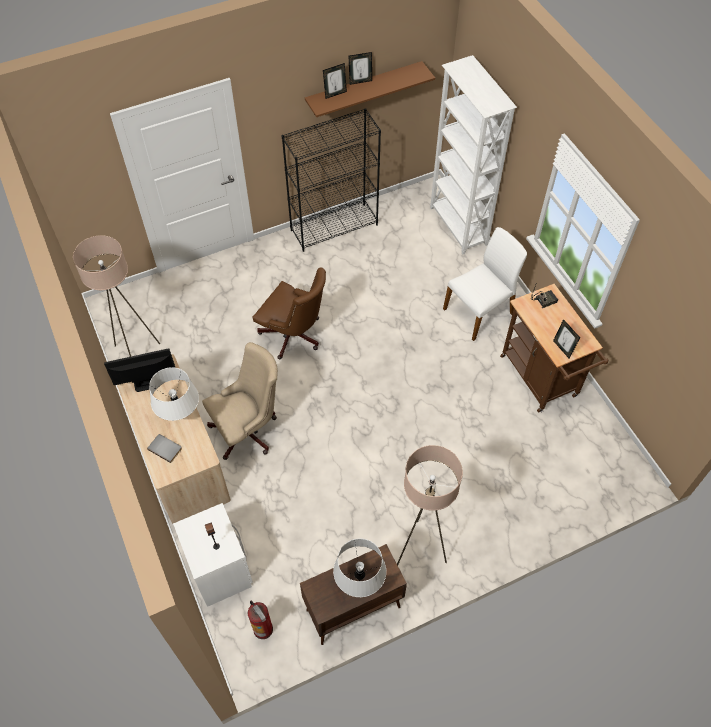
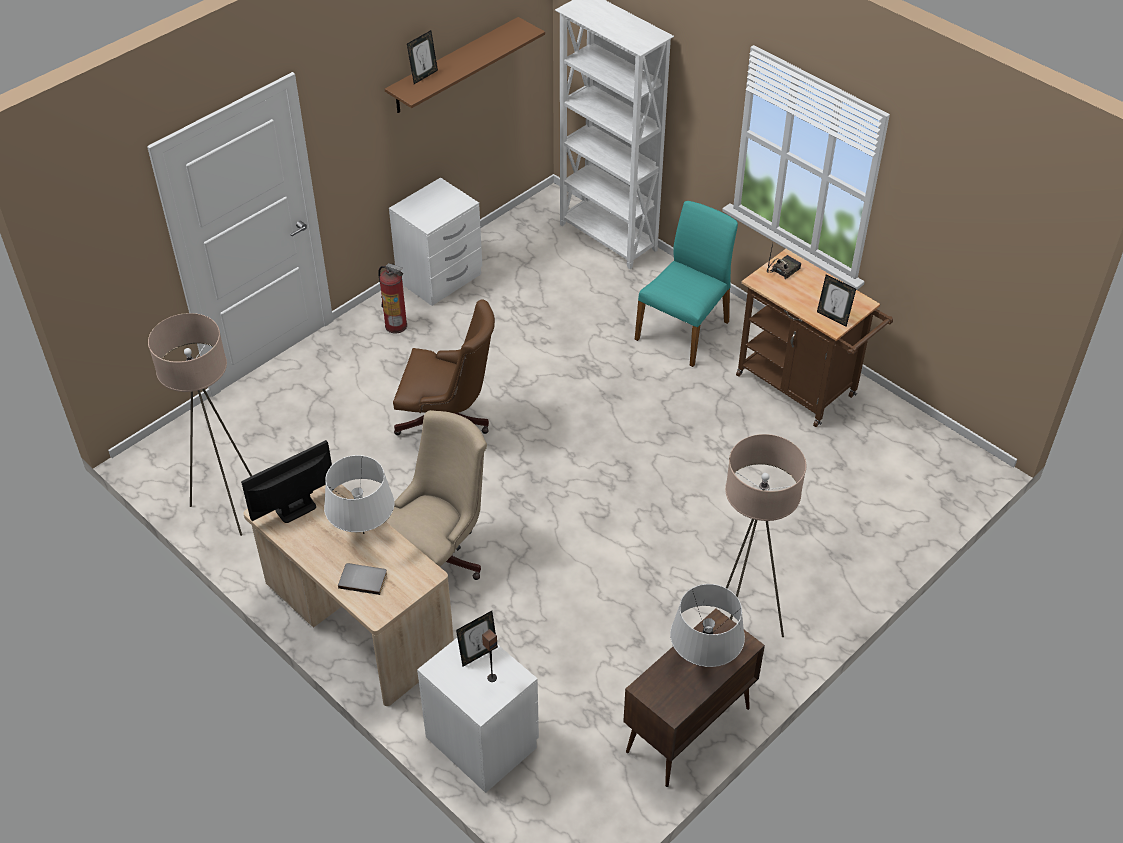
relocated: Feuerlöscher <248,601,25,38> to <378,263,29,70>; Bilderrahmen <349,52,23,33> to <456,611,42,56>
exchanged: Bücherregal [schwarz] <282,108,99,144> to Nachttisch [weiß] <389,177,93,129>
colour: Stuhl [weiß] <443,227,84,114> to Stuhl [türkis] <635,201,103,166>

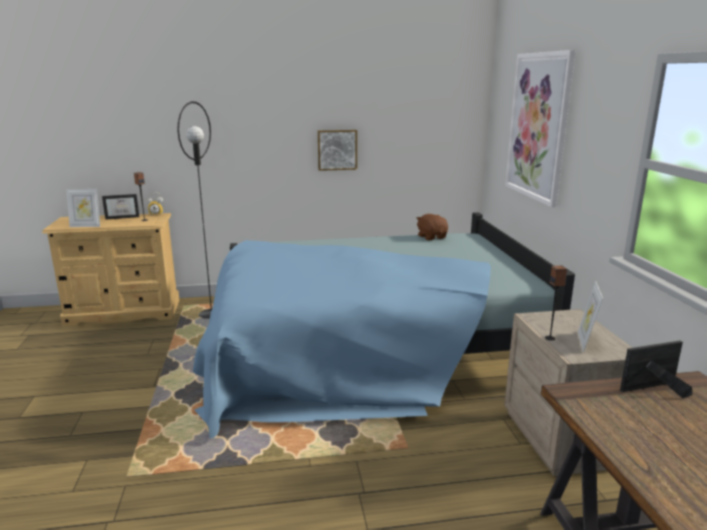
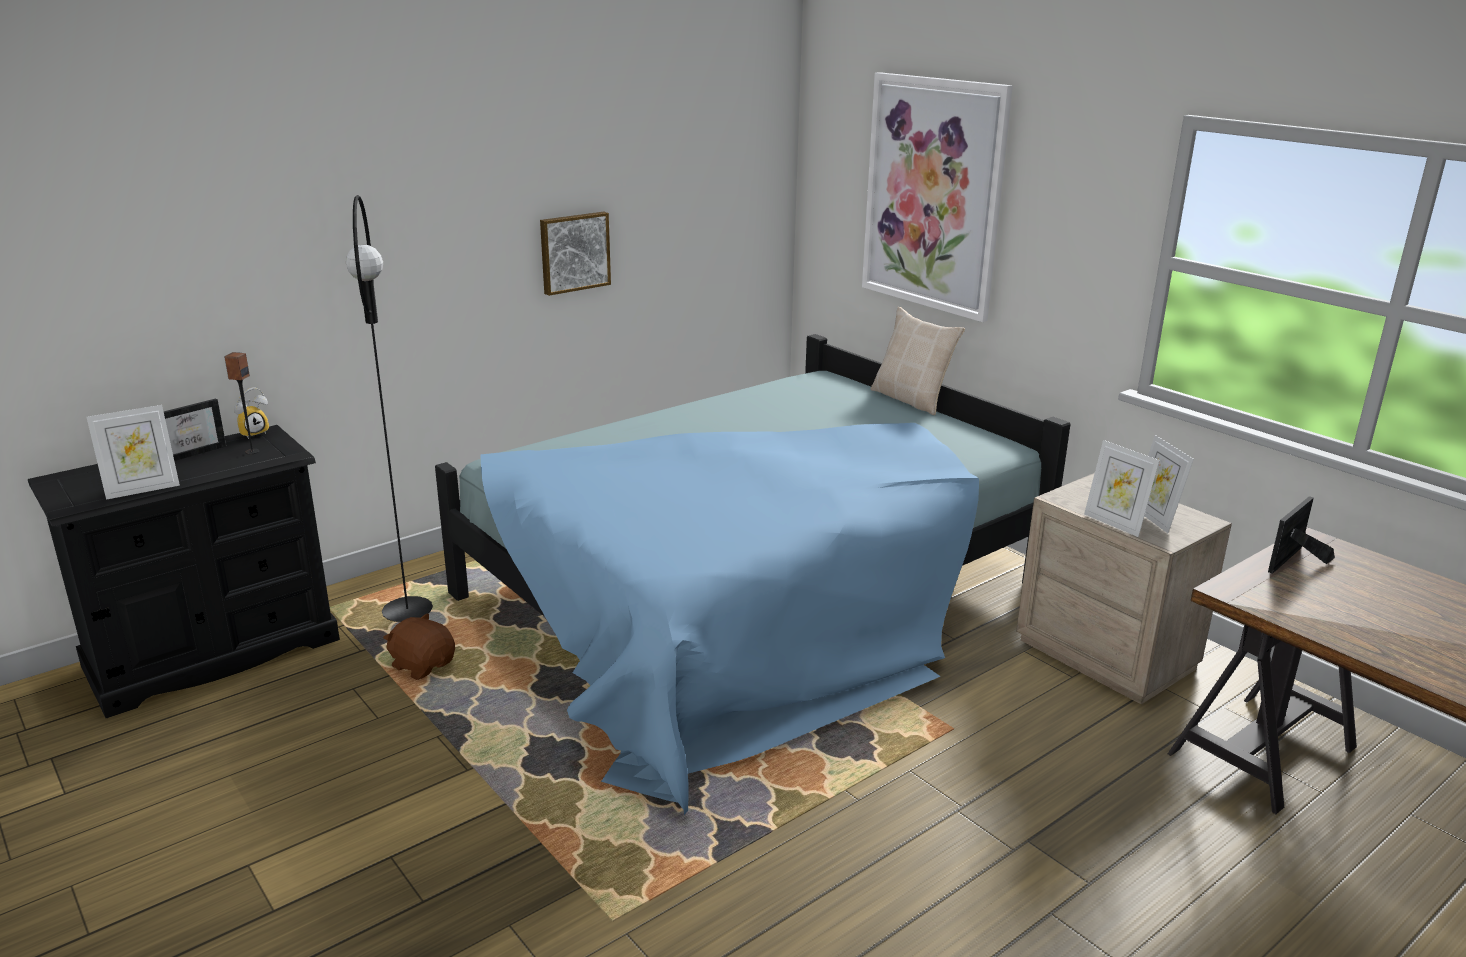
appeared: Kissen [beige] <870,307,95,108>
relocated: Plüschtier [braun] <416,214,32,26> to <383,613,72,67>
exchanged: Lautsprecher <545,265,22,76> to Bilderrahmen <1084,440,76,97>
colour: Kommode [beige] <42,213,137,113> to Kommode [schwarz] <28,425,312,293>

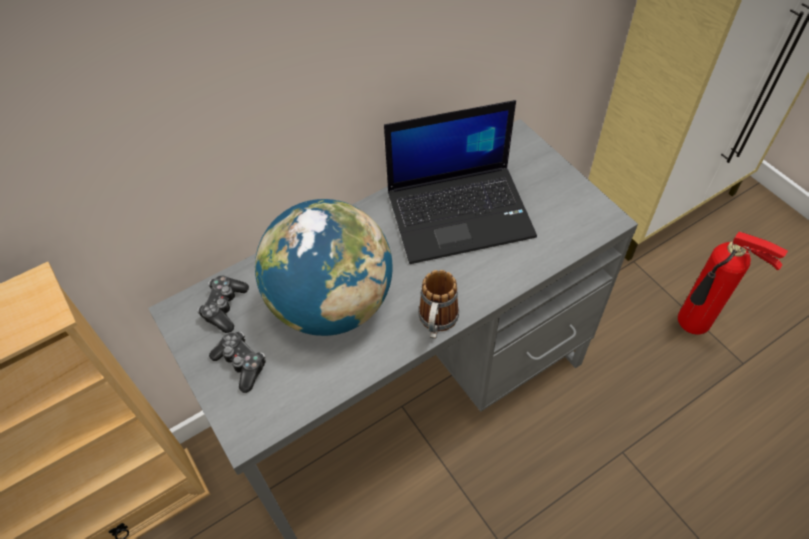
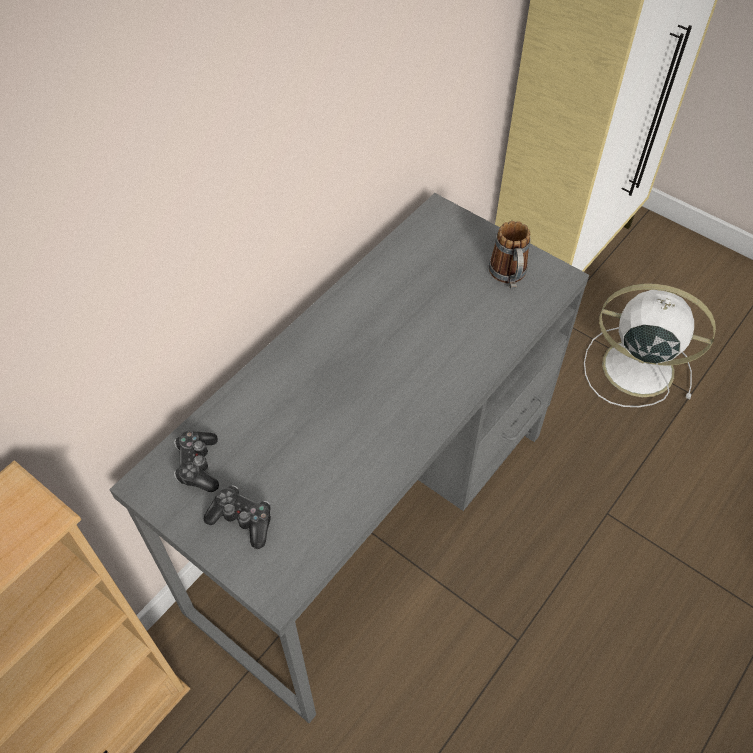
missing: Globus <255,199,138,137>; Laptop <384,100,153,164>
relocated: Henkelbecher <418,270,41,69> to <489,221,41,68>
exchanged: Feuerlöscher <678,231,110,104> to Ventilator [weiß] <584,284,132,123>

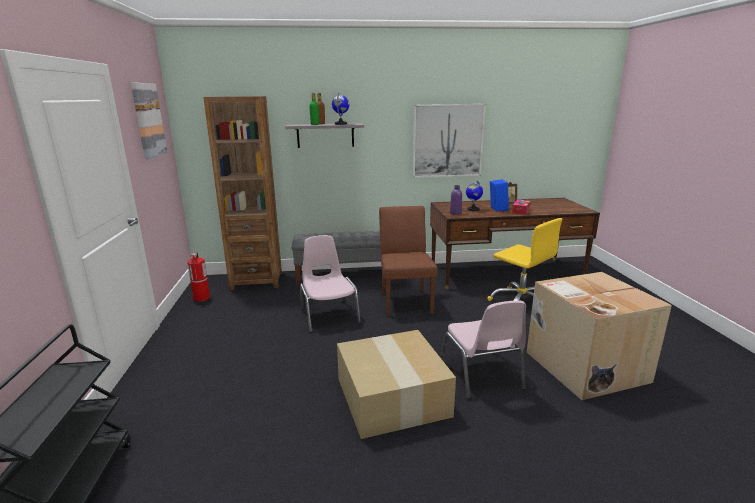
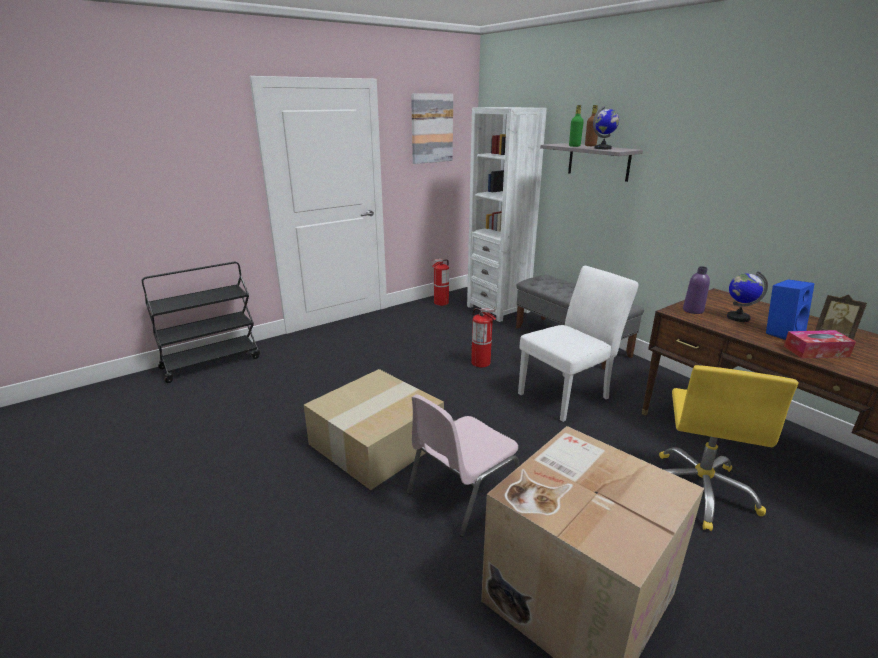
missing: Bild <413,104,73,74>
exchanged: Stuhl [rosa] <300,235,61,97> to Feuerlöscher <470,308,26,59>
colour: Bücherregal [braun] <203,96,79,194> to Bücherregal [weiß] <467,107,80,215>; Stuhl [braun] <379,206,58,110> to Stuhl [weiß] <518,266,120,156>

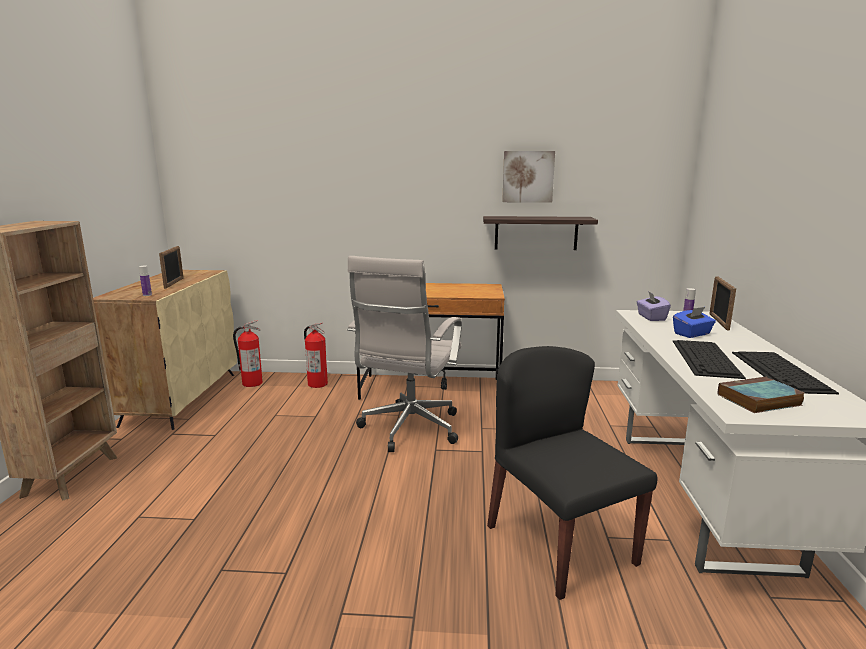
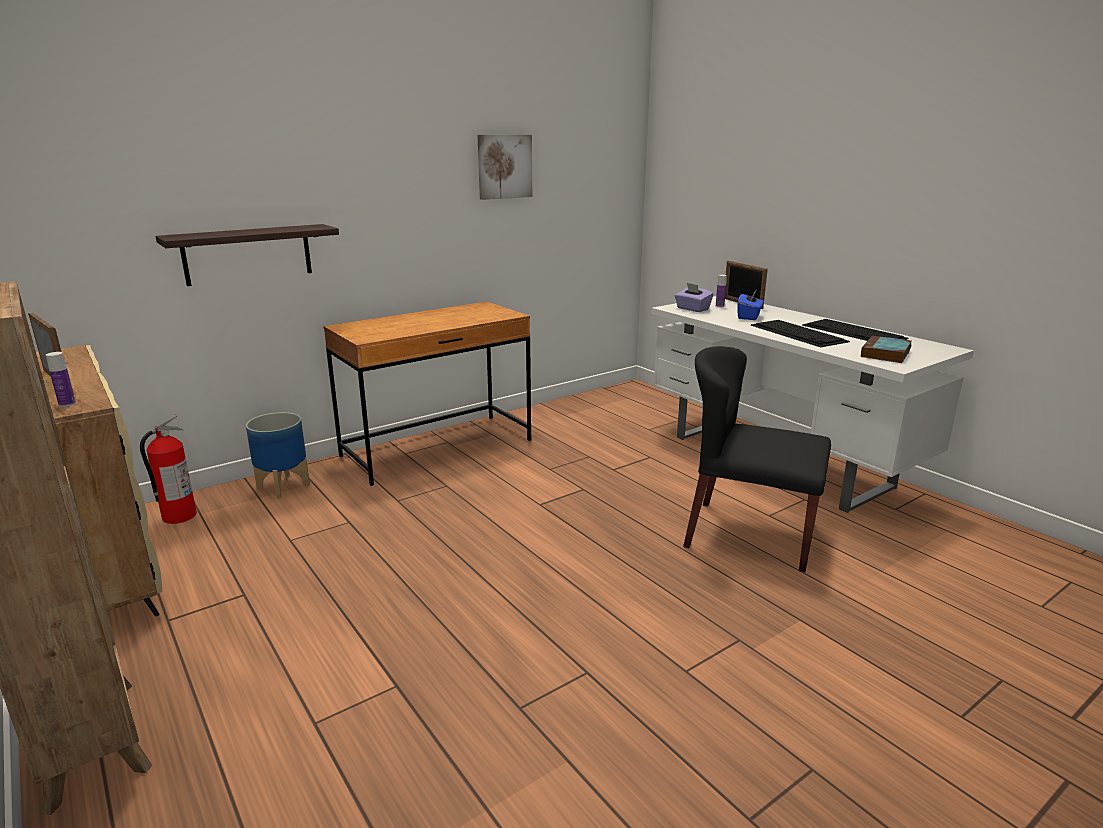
missing: Bürostuhl [weiß] <347,256,115,196>
relocated: Wandregal <483,216,115,34> to <155,224,184,62>
exchanged: Feuerlöscher <304,323,24,65> to Pflanzkübel <246,412,64,87>

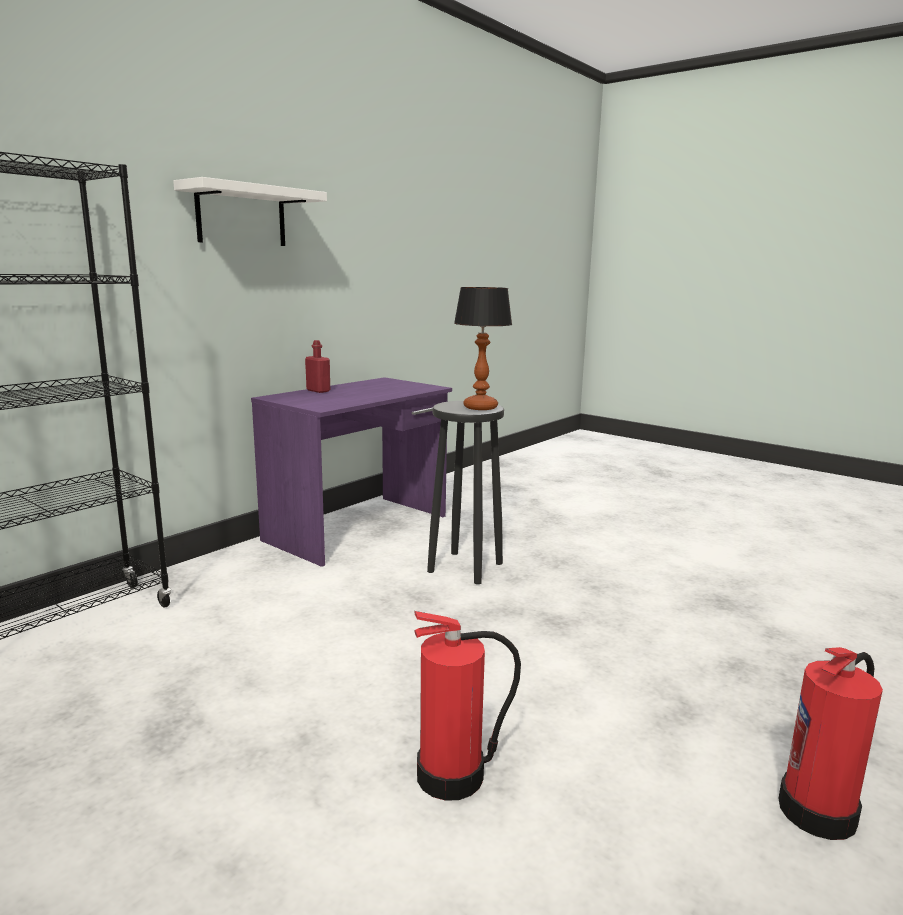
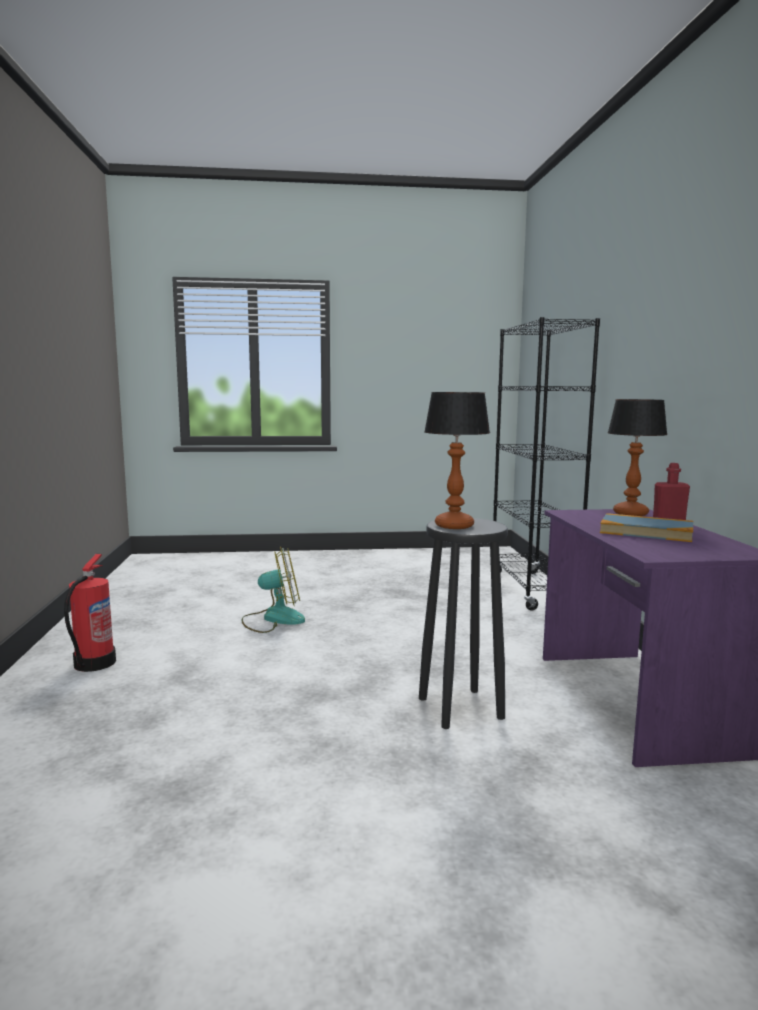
missing: Wandregal [weiß] <173,177,154,69>
appeared: Buch <600,513,93,29>; Tischlampe <608,399,60,117>
exchanged: Feuerlöscher <414,611,107,190> to Ventilator <241,546,64,87>

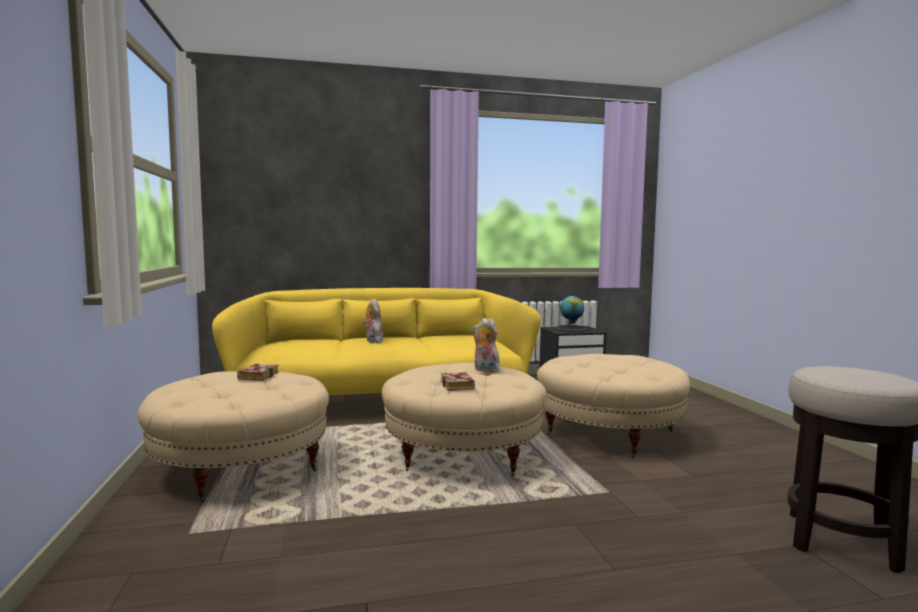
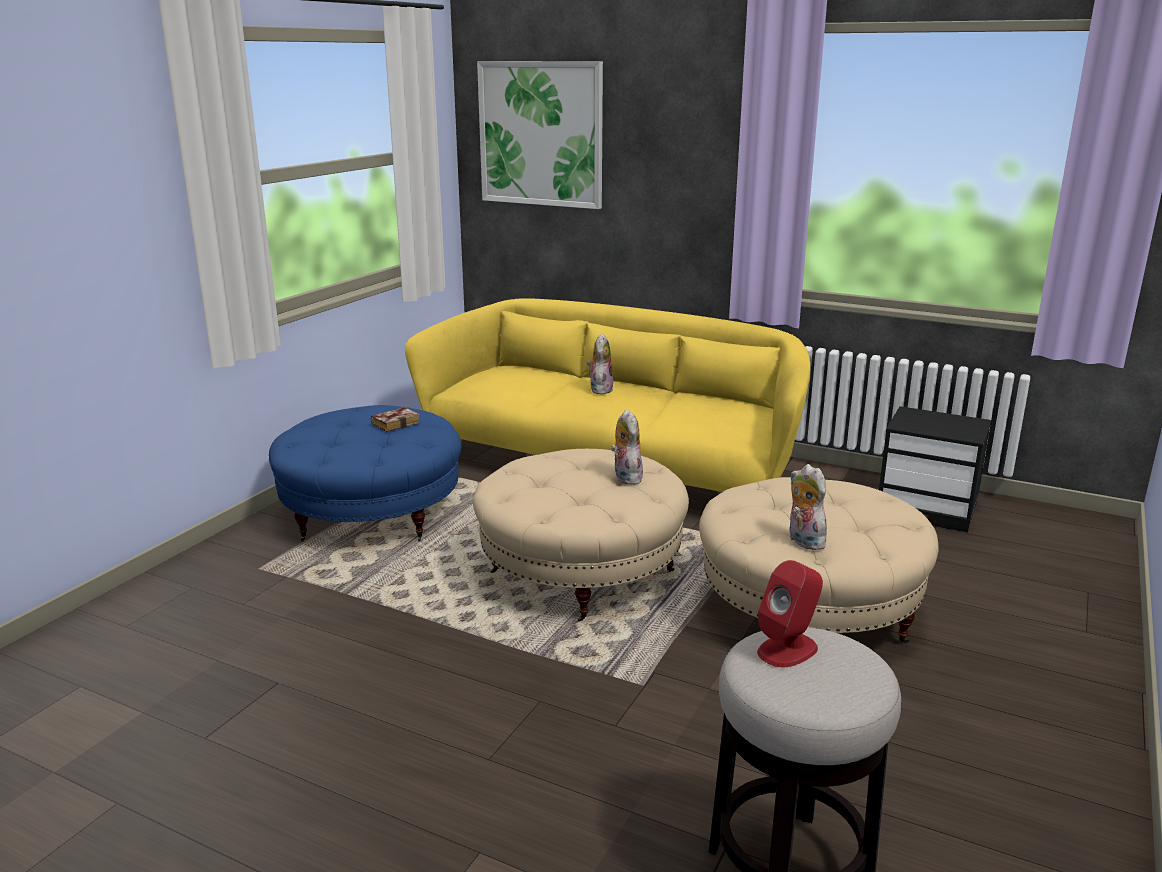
missing: Buch <441,372,34,19>; Globus <555,292,34,40>
appeared: Bild <477,61,126,148>; Lautsprecher [rot] <757,560,66,108>; Plüschtier <789,464,41,86>
colour: Polsterhocker [beige] <138,371,191,131> to Polsterhocker [blau] <269,405,192,136>

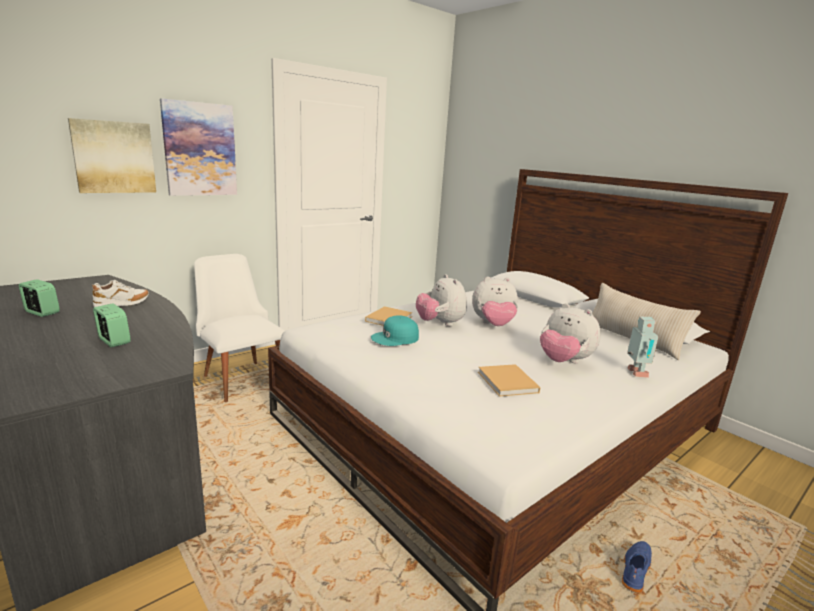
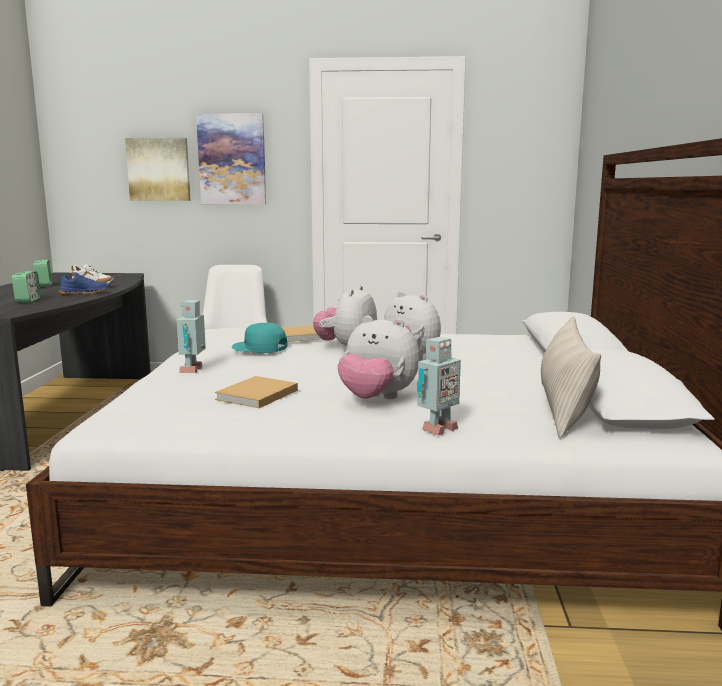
appeared: Spielzeugroboter <176,300,30,73>
relocated: Schuh [blau] <622,541,30,52> to <58,272,50,22>
spun: Plüschtier <540,303,61,60> = <338,316,82,83> 60 degrees counterclockwise

